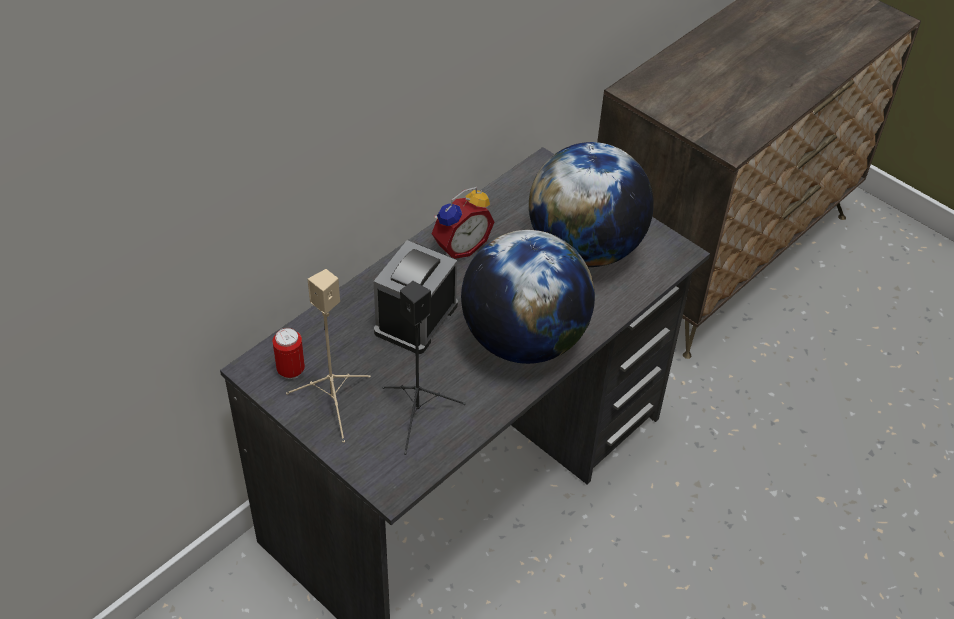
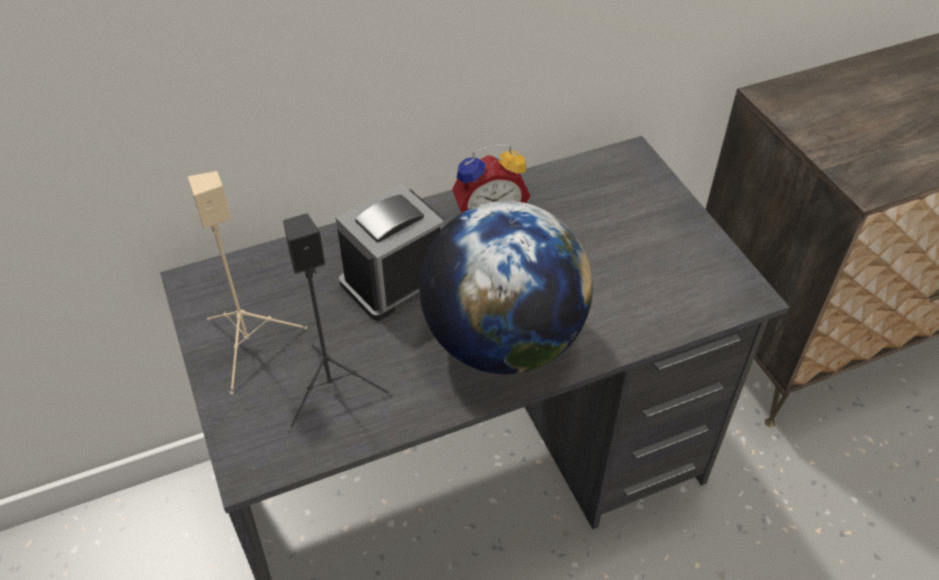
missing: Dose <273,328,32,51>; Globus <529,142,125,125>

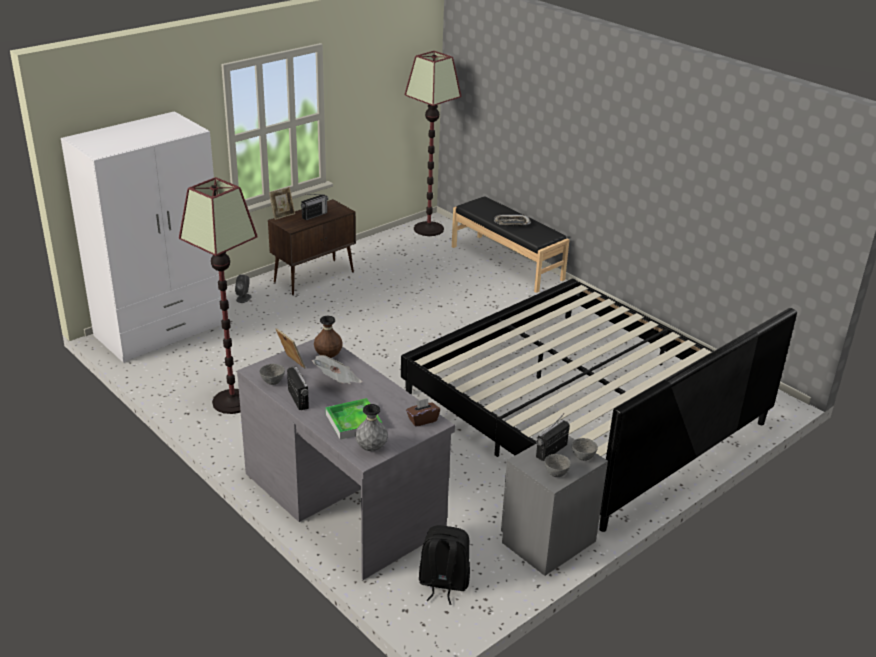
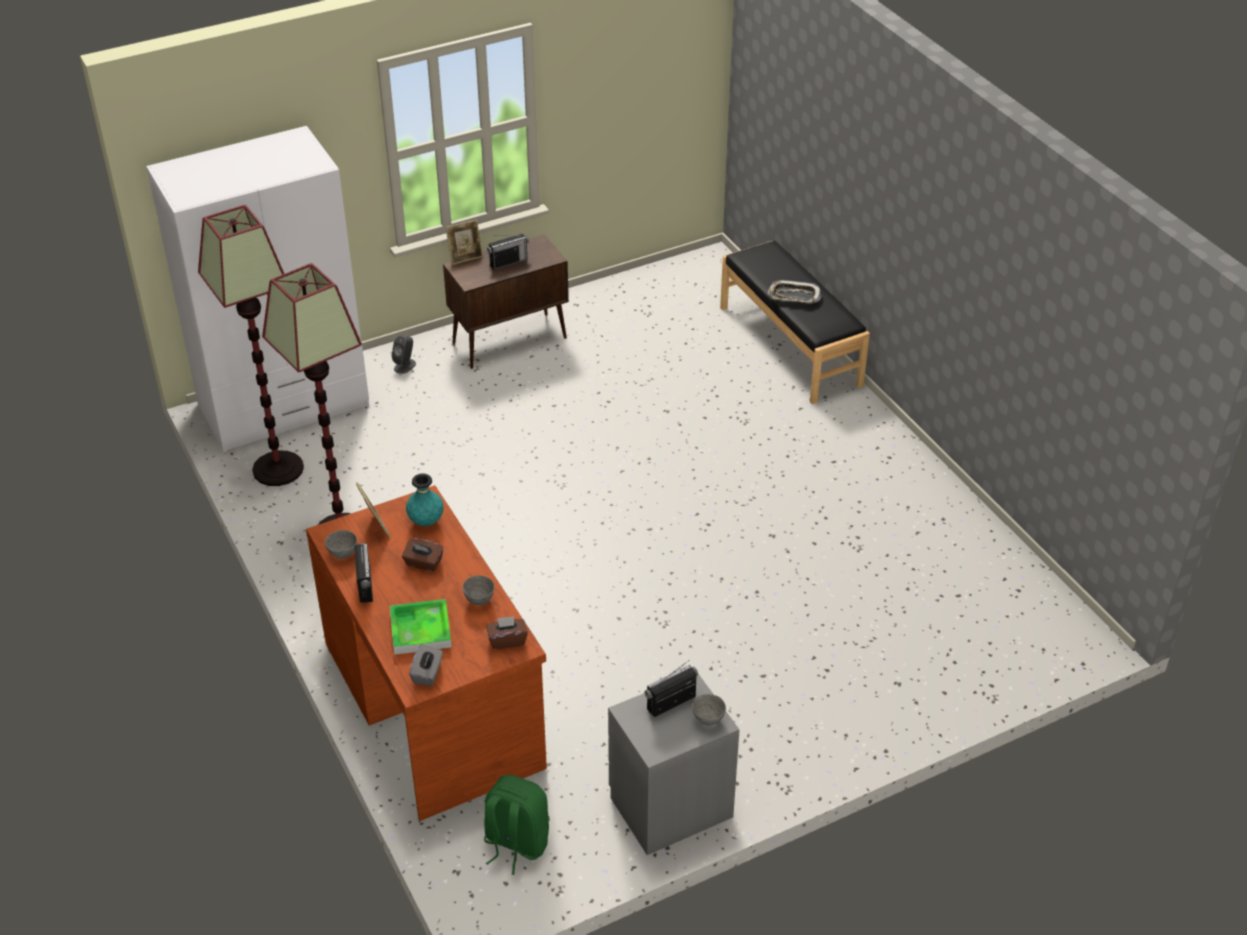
missing: Bett <401,279,396,253>
relocated: Stehlampe <405,51,56,185> to <198,205,106,281>; Schüssel [grau] <545,454,26,23> to <462,575,33,30>
exchanged: Zeitung <312,355,50,29> to Taschentuchbox [braun] <402,538,42,34>; Vase [grau] <355,404,33,47> to Taschentuchbox [grau] <409,644,34,42>
colour: Schreibtisch [grau] <237,339,218,241> to Schreibtisch [braun] <306,485,241,336>; Vase [braun] <314,316,29,42> to Vase [türkis] <406,473,38,53>; Rucksack [schwarz] <419,525,51,80> to Rucksack [grün] <484,775,65,100>

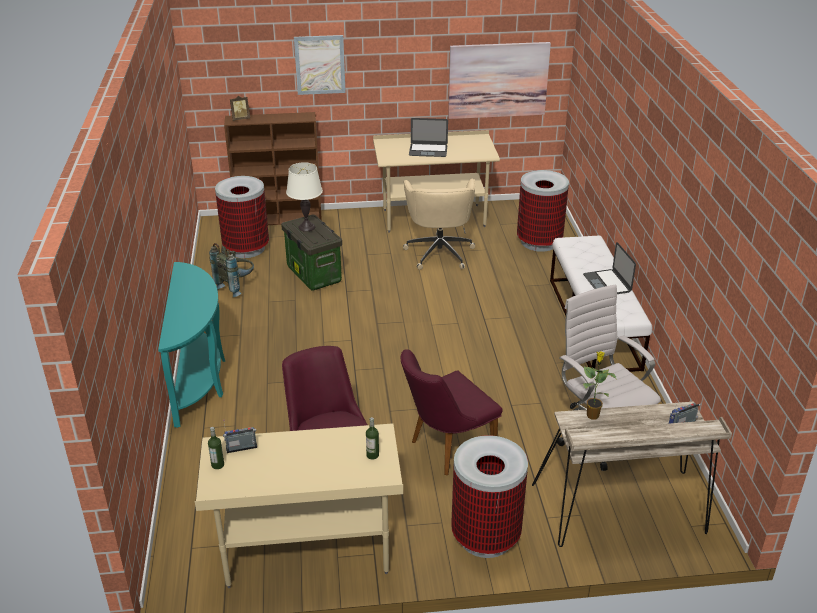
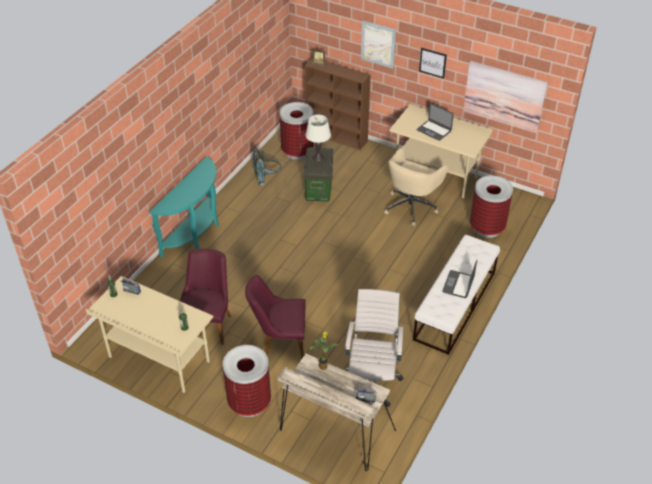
appeared: Bild <419,48,28,31>

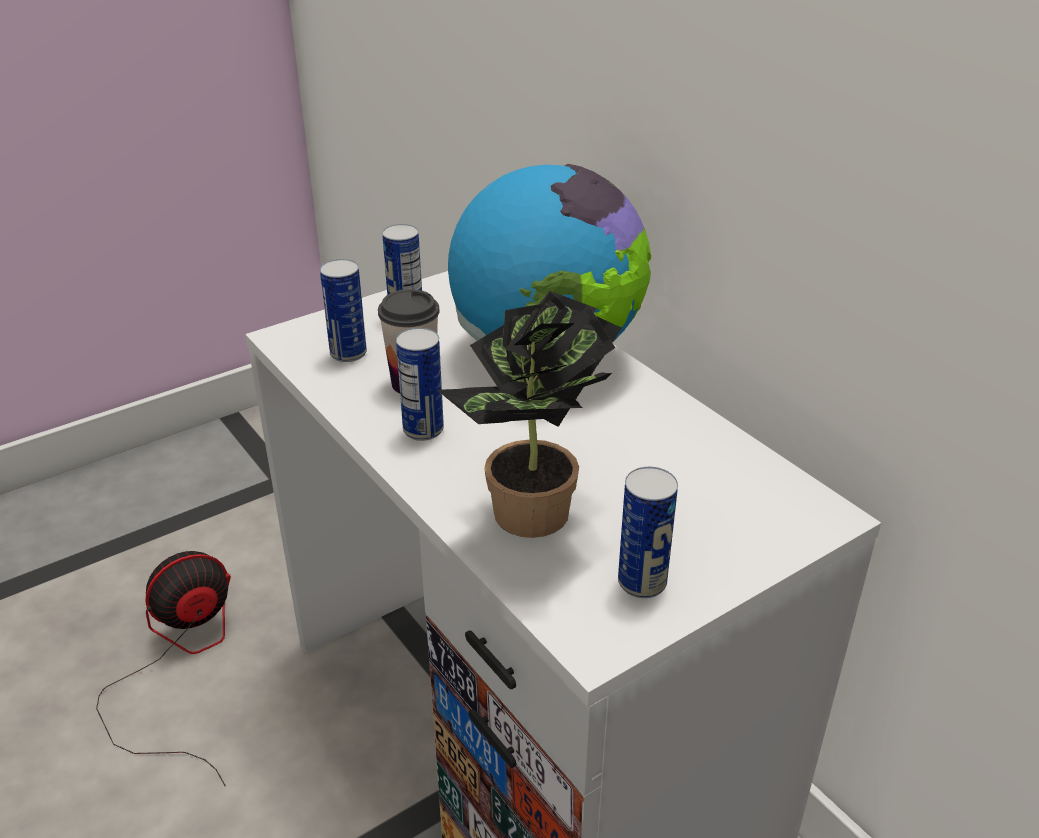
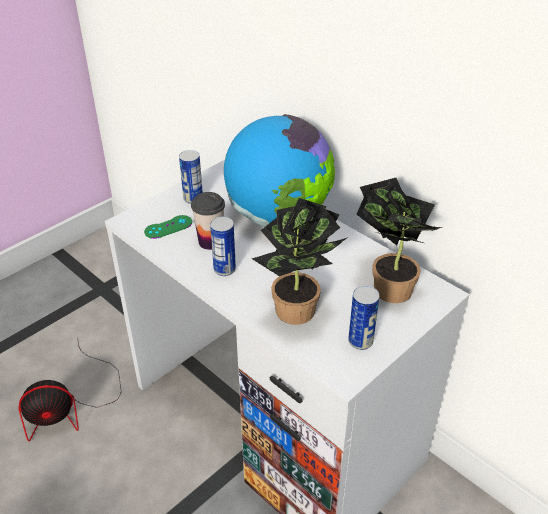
appeared: Topfpflanze <357,178,85,125>
exchanged: Dose <320,259,47,103> to Gamepad [grün] <144,215,48,24>
spun: Ventilator <96,551,135,235> = <19,344,102,97> 150 degrees counterclockwise

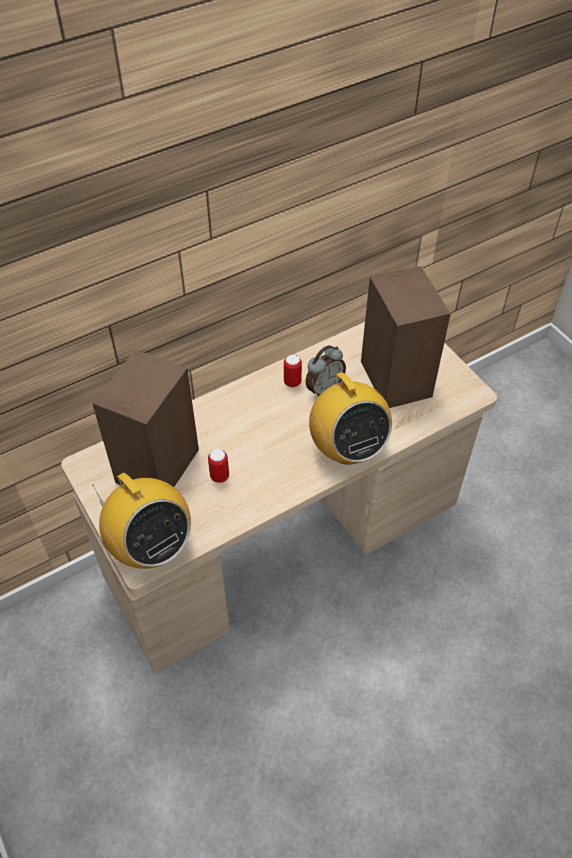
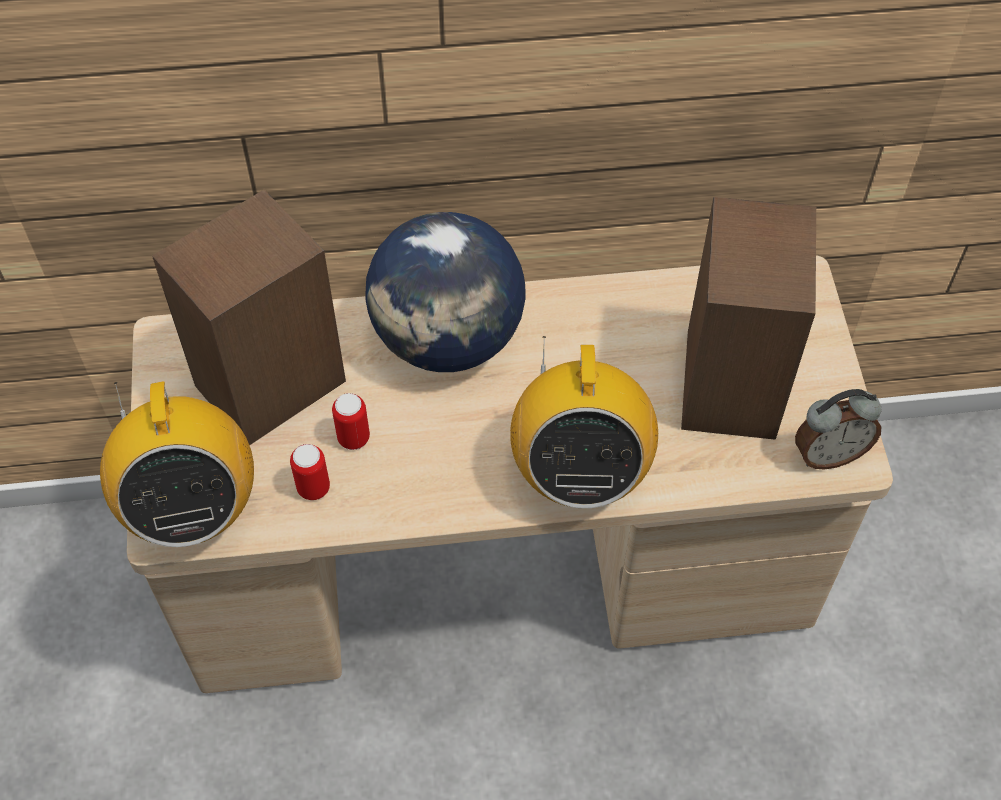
appeared: Globus <365,212,161,160>
relocated: Dose <284,354,18,33> to <290,444,40,56>; Wecker <306,345,40,52> to <795,389,87,81>

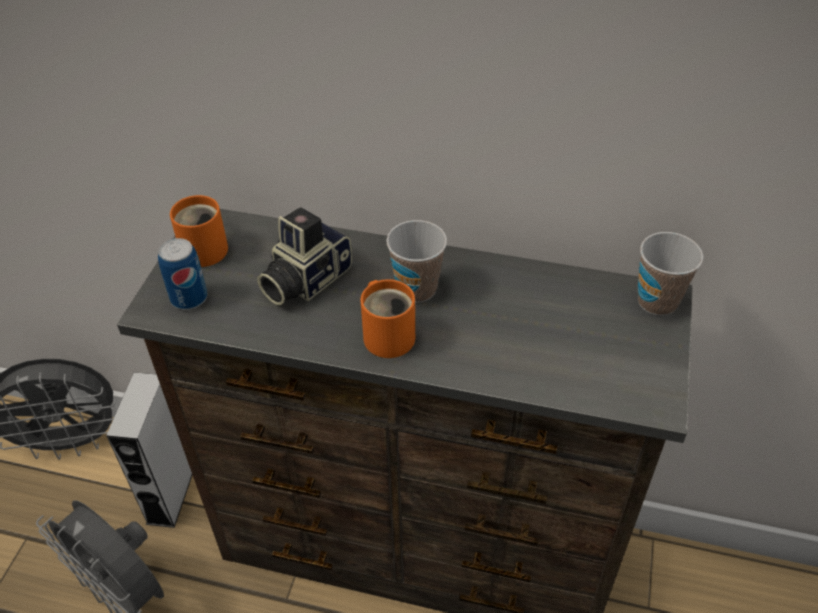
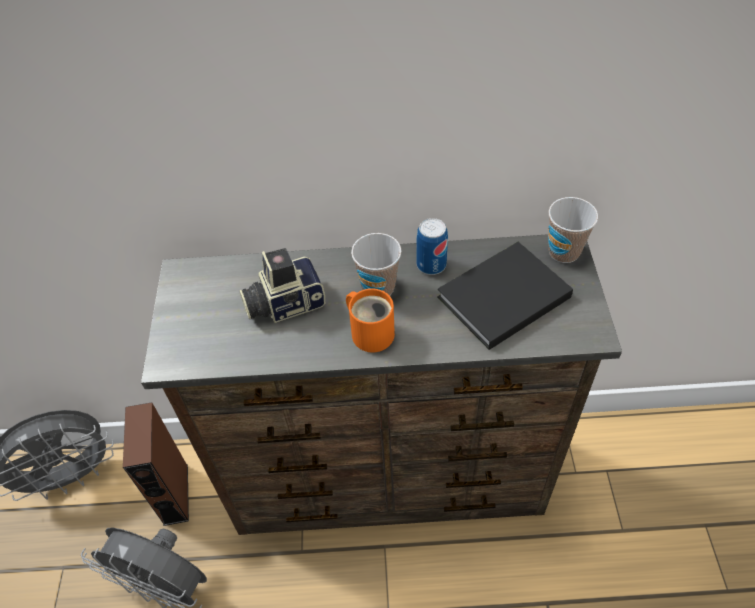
missing: Henkelbecher [orange] <170,195,58,72>
appeared: Buch [schwarz] <437,242,136,108>
relocated: Dose <158,238,50,72> to <416,218,32,57>
colour: Lautsprecher [grau] <106,372,86,156> to Lautsprecher [braun] <123,403,66,123>
spun: Kamera <257,207,95,98> = <240,248,85,75> 45 degrees clockwise

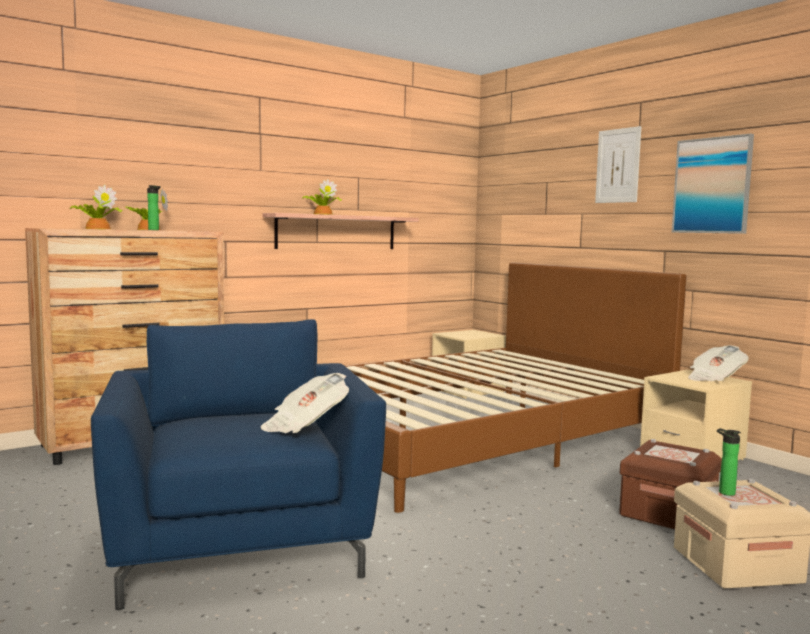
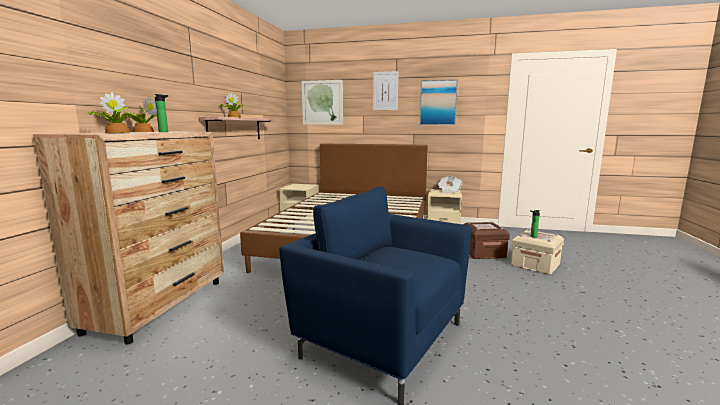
missing: Zeitung <261,373,88,60>
appeared: Bild <302,80,41,45>

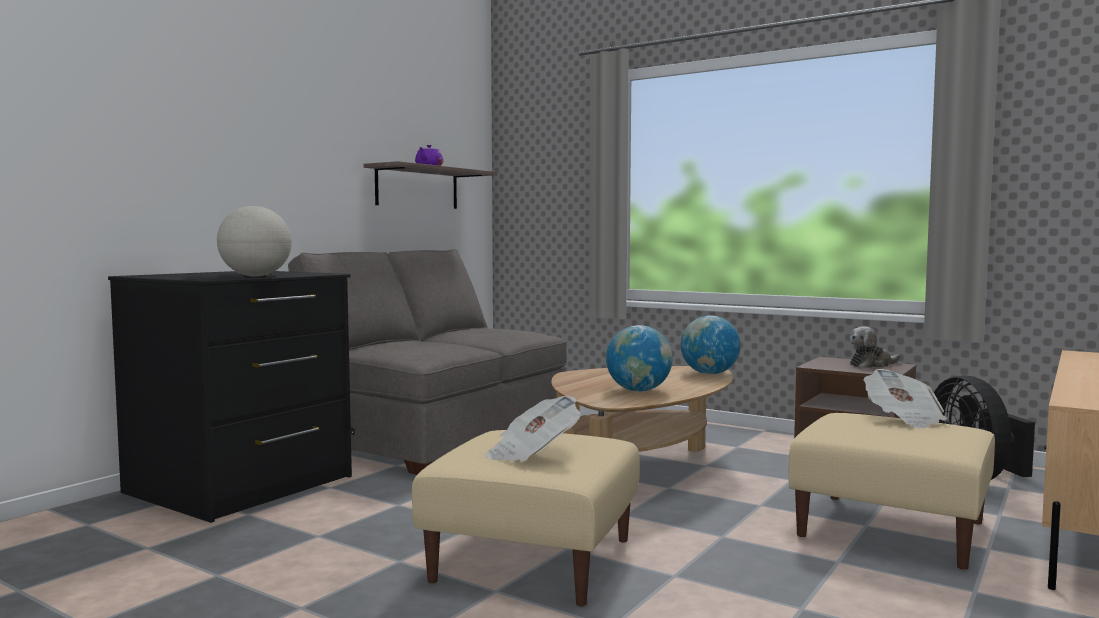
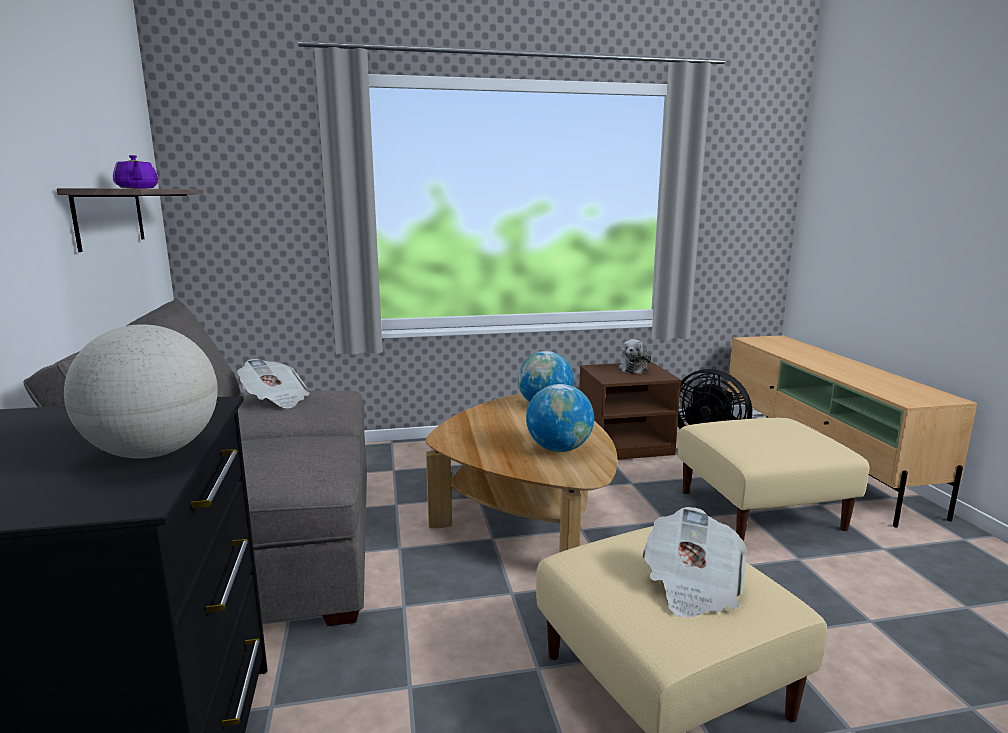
relocated: Zeitung <864,369,83,60> to <237,359,73,49>

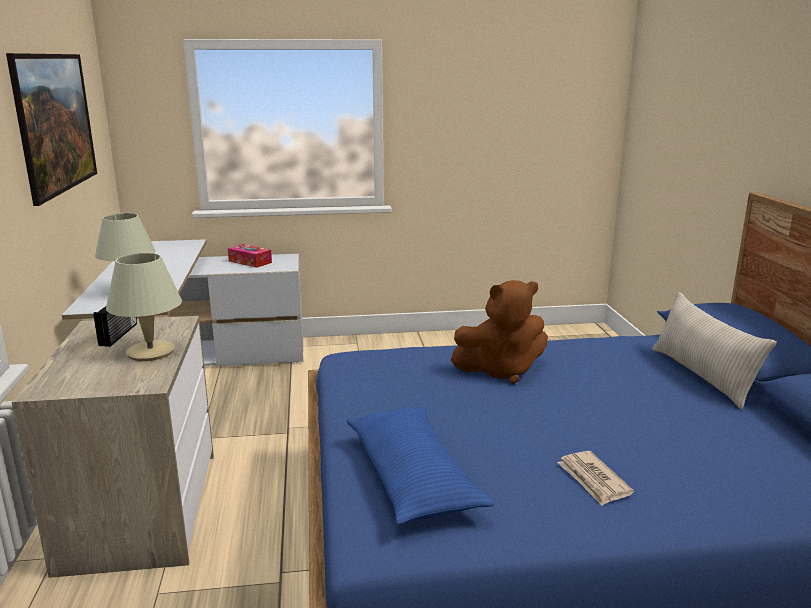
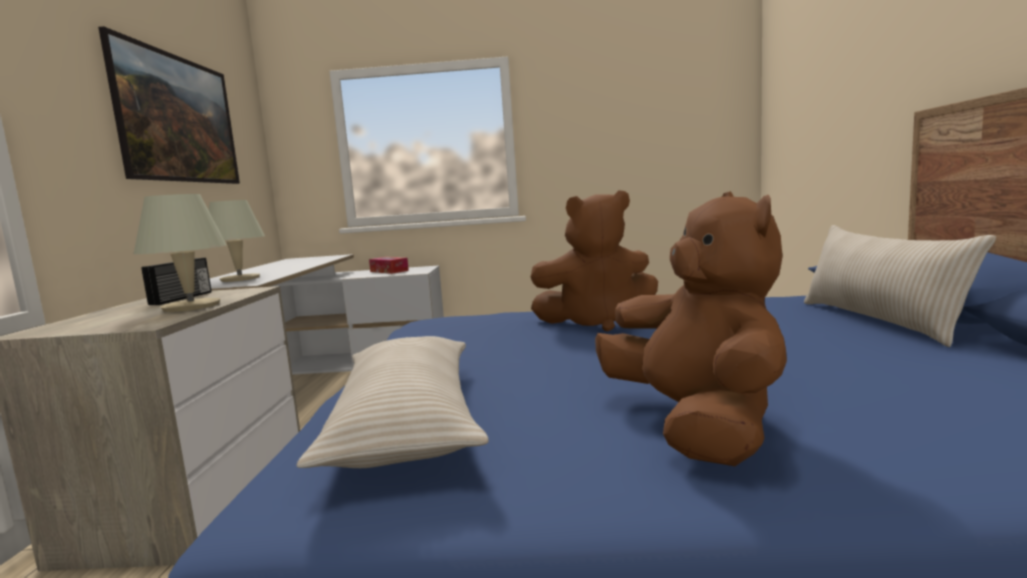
exchanged: Zeitung <557,451,77,55> to Plüschtier [braun] <595,191,192,275>
colour: Kissen [blau] <346,407,149,117> to Kissen [beige] <296,336,193,132>

